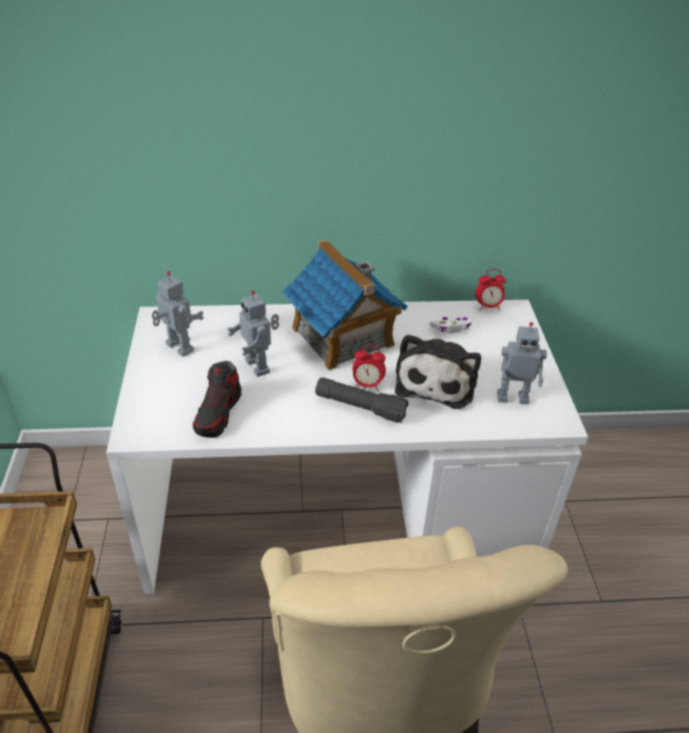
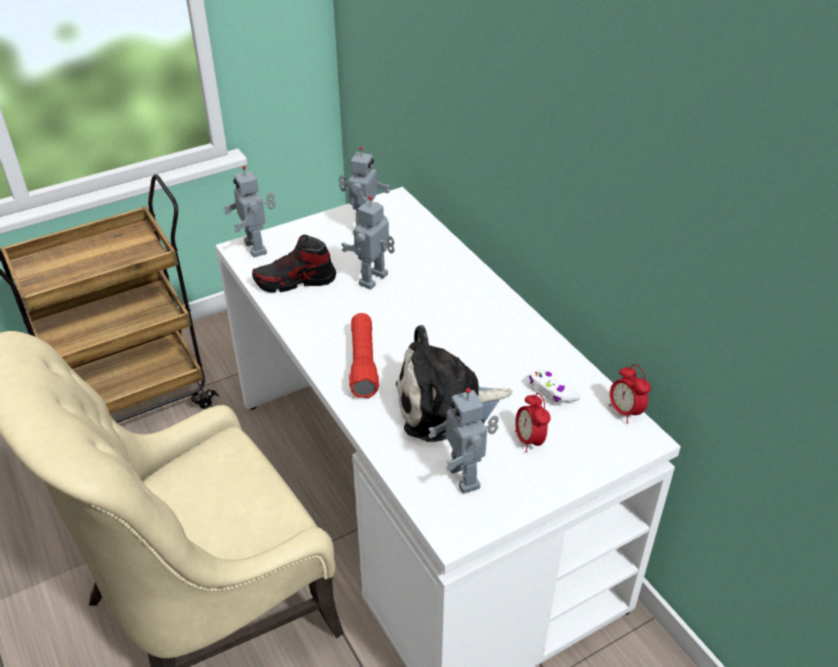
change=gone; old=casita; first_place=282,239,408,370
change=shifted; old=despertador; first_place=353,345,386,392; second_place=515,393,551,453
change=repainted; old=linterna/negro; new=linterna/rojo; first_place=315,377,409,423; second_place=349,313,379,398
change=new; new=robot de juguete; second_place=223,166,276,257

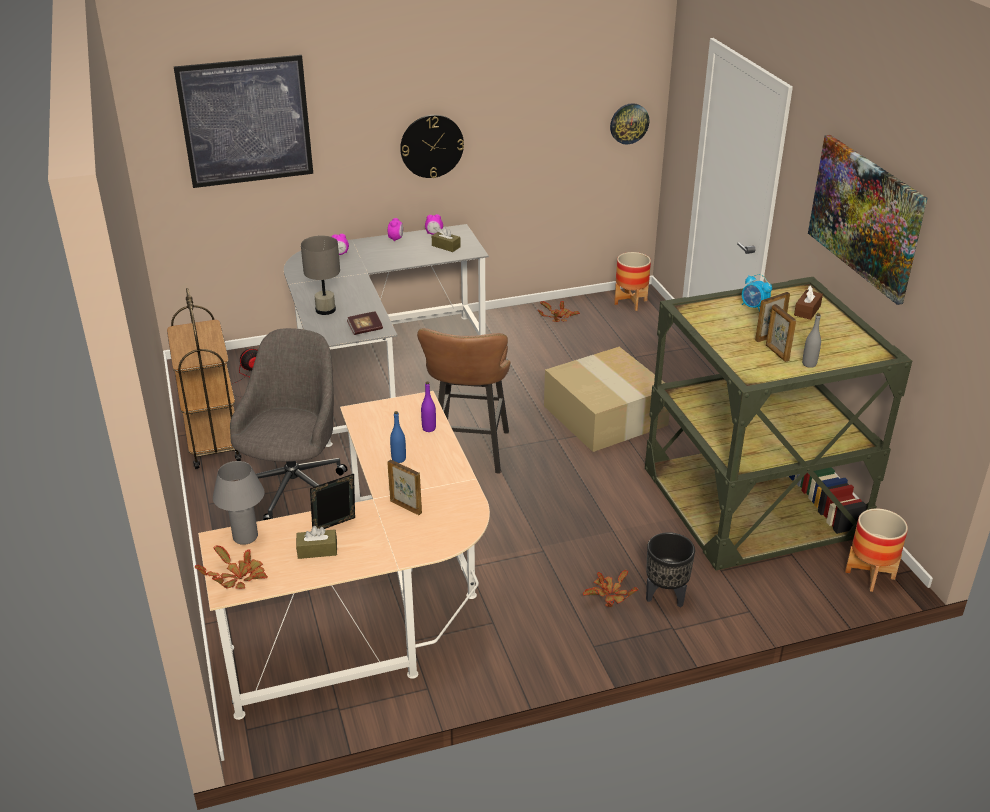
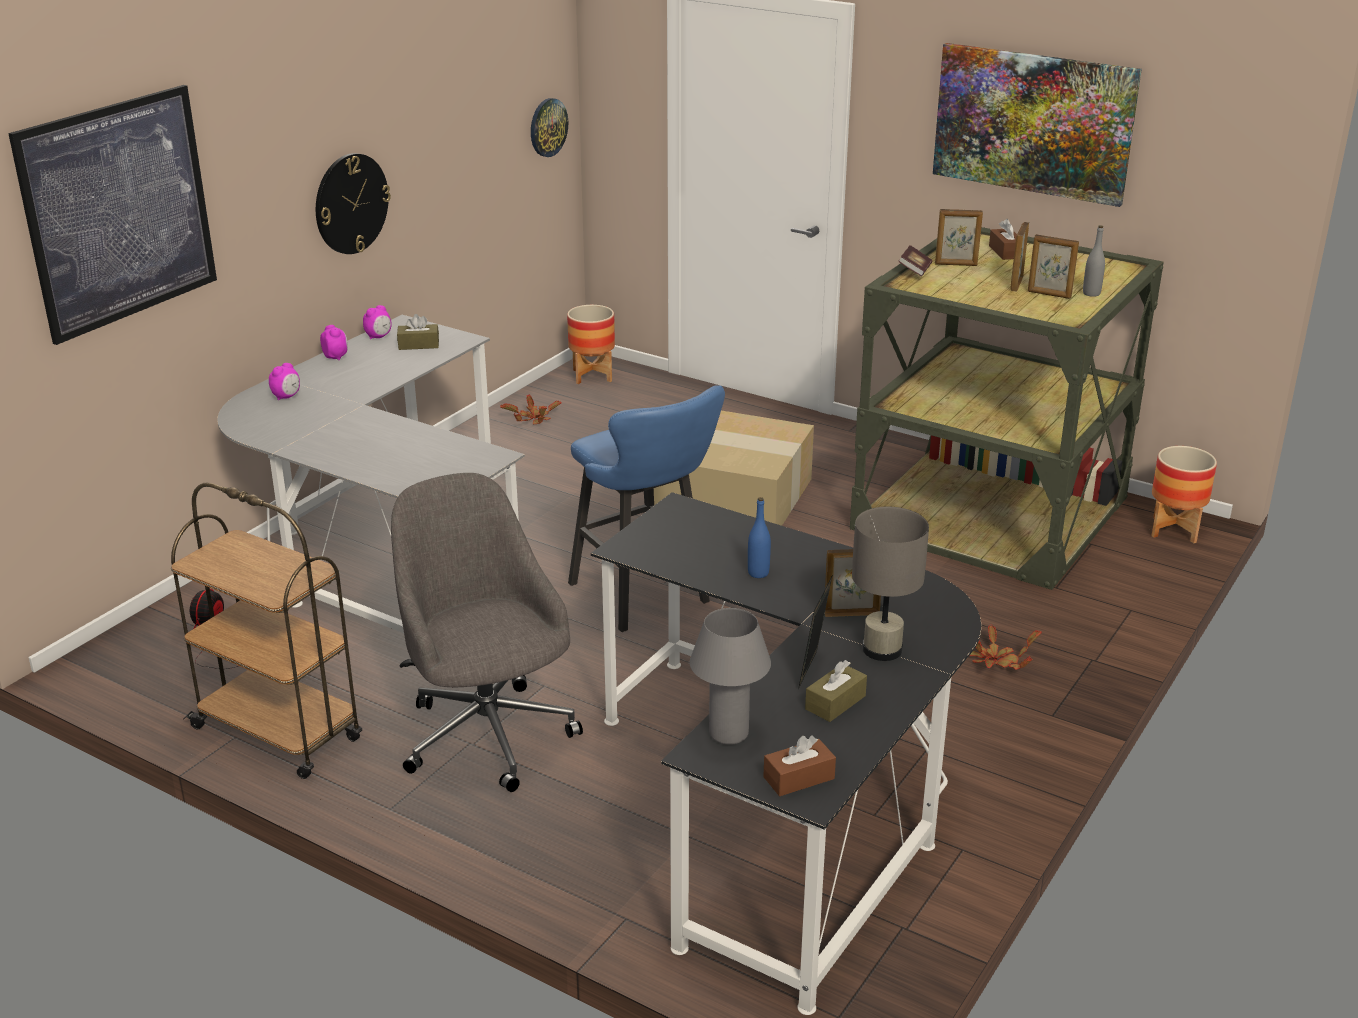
change=shifted; old=lámpara de mesa/gris; first_place=301,235,340,315; second_place=852,507,929,661
change=swapped; old=despertador; new=portarretratos; first_place=742,274,772,311; second_place=935,209,983,266
change=shifted; old=libro; first_place=347,311,383,335; second_place=899,245,932,276
change=repainted; old=taburete/marrón; new=taburete/azul; first_place=417,328,510,474; second_place=568,385,725,632
change=gone; old=botella/morado; first_place=421,382,436,432
change=repainted; old=escritorio/beis; new=escritorio/negro; first_place=198,391,490,720; second_place=591,492,981,1015
change=gone; old=maceta/negro; first_place=646,532,695,608
change=swapped; old=planta en maceta; new=caja de pañuelos/marrón; first_place=195,545,268,589; second_place=763,736,836,796

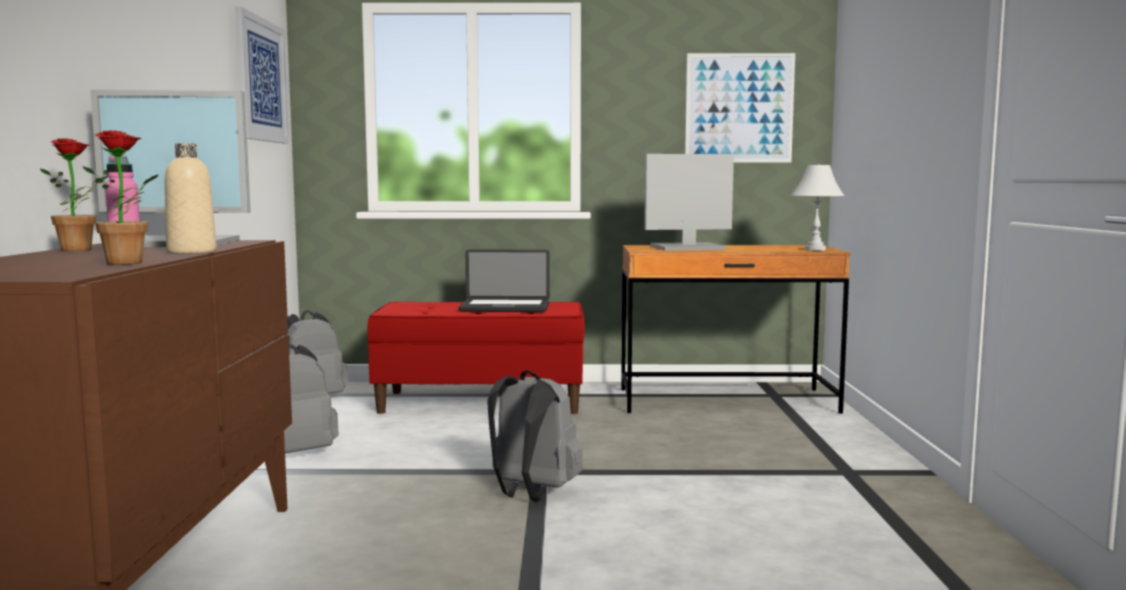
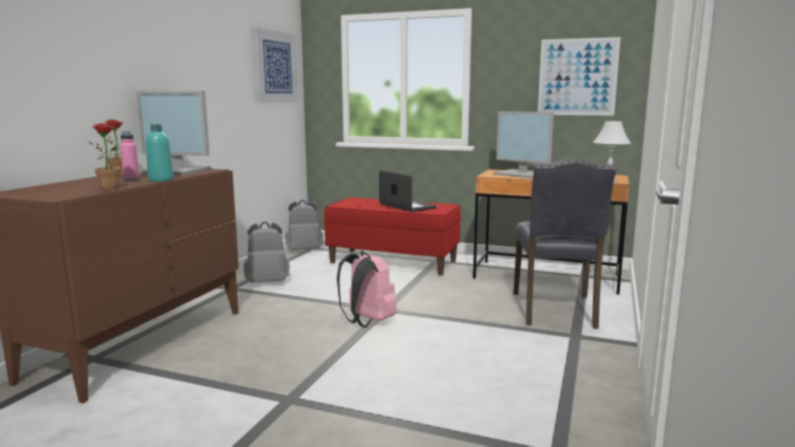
change=repainted; old=botella/beis; new=botella/turquesa; first_place=165,143,217,254; second_place=146,124,174,182
change=rotated; old=monitor; first_place=644,154,734,251; second_place=494,111,554,178; degrees=-150
change=rotated; old=portátil; first_place=459,249,550,312; second_place=379,170,436,212; degrees=-150
change=repainted; old=mochila/gris; new=mochila/rosa; first_place=487,370,583,502; second_place=337,251,397,328
change=new; new=silla/gris; second_place=514,158,616,329

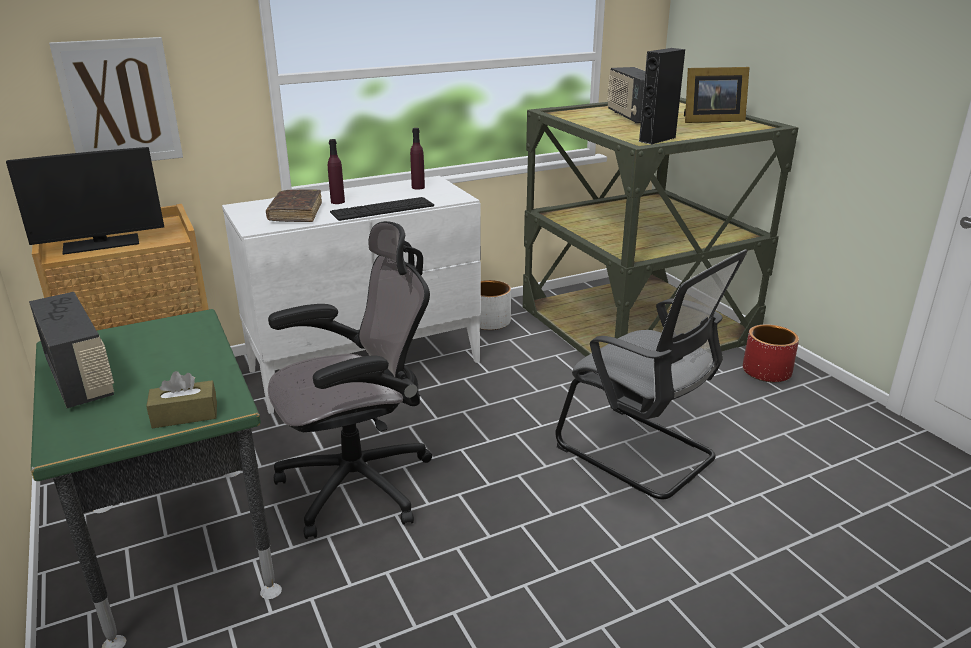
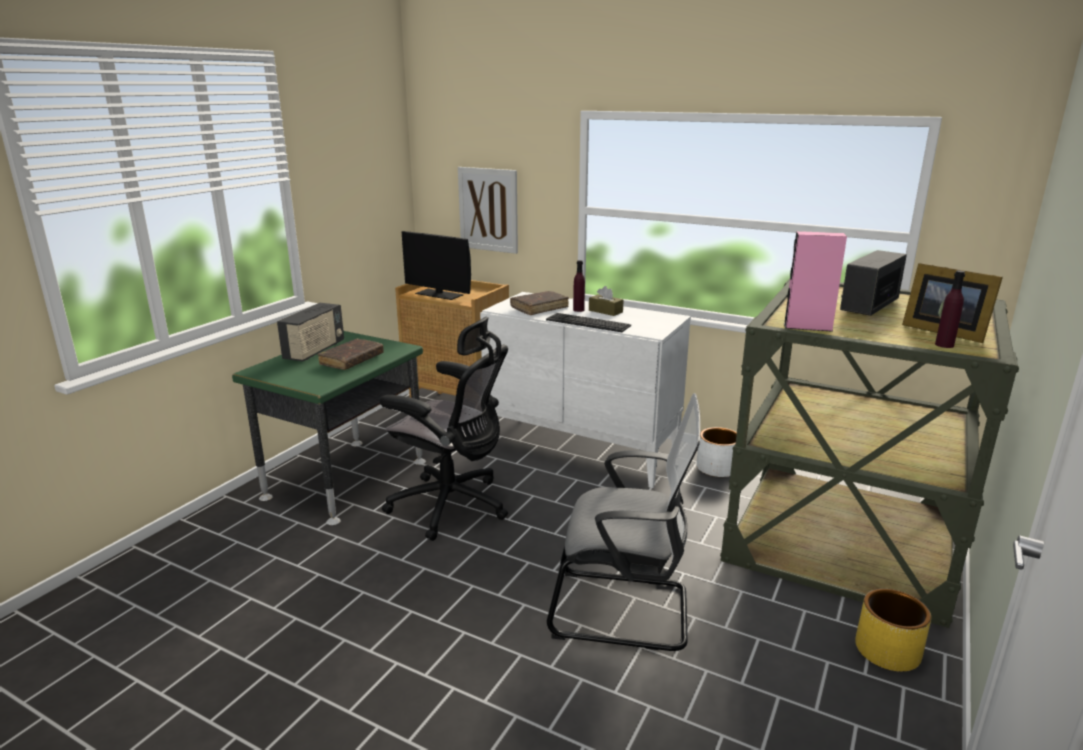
change=repainted; old=altavoz/negro; new=altavoz/rosa; first_place=638,48,685,144; second_place=784,231,847,332
change=shifted; old=botella/morado; first_place=410,128,425,190; second_place=935,270,965,348
change=rotated; old=silla; first_place=556,249,748,499; second_place=547,393,701,651; degrees=-90
change=repainted; old=maceta/rojo; new=maceta/amarillo; first_place=743,324,799,383; second_place=855,589,931,672
change=shifted; old=caja de pañuelos/marrón; first_place=146,371,217,428; second_place=589,286,624,316
change=new; new=libro/marrón; second_place=318,339,384,370

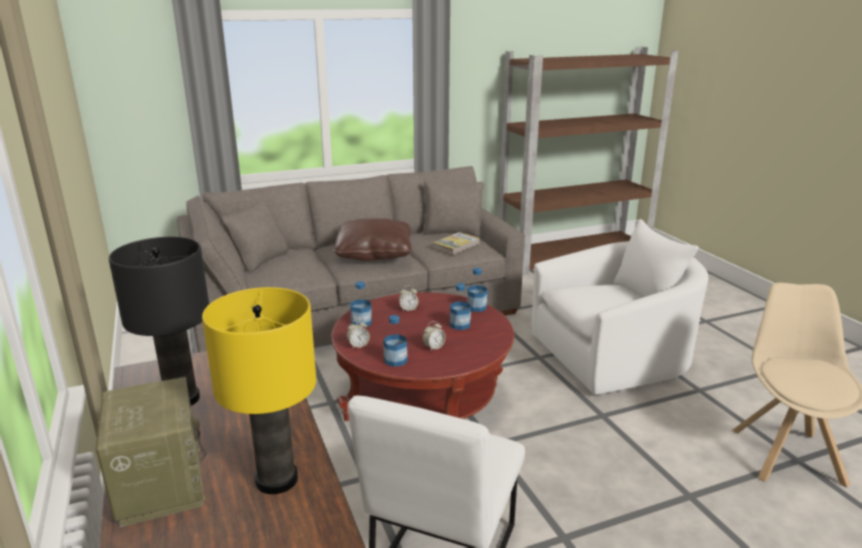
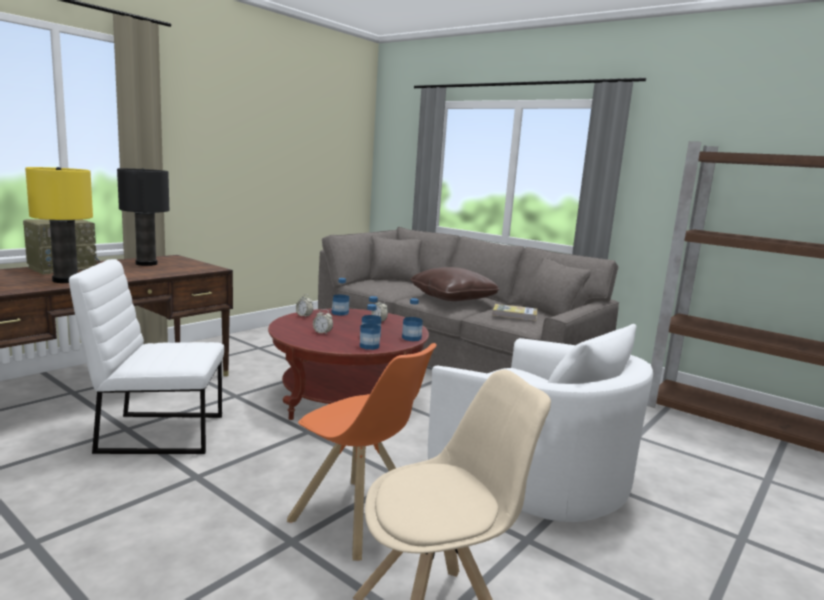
change=shifted; old=botella; first_place=383,315,408,367; second_place=360,304,381,350
change=new; new=silla/naranja; second_place=287,343,436,561

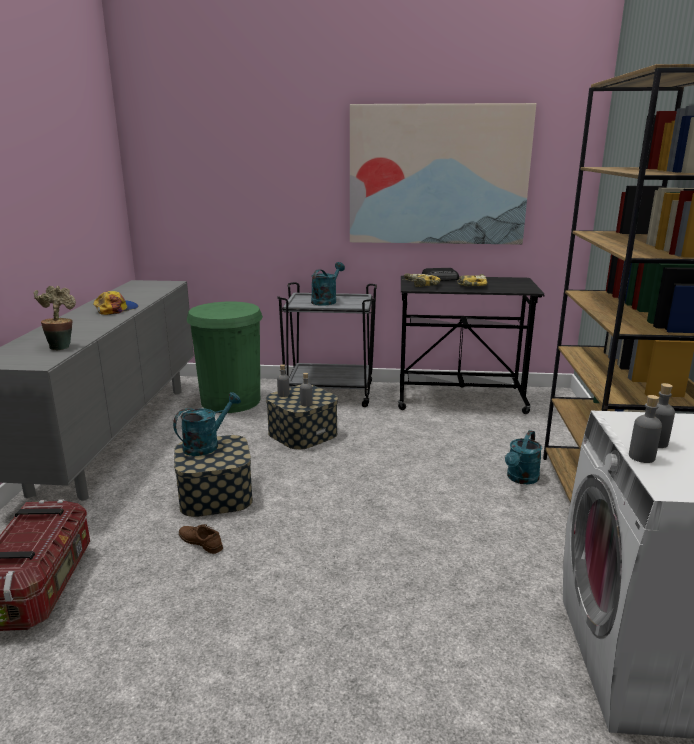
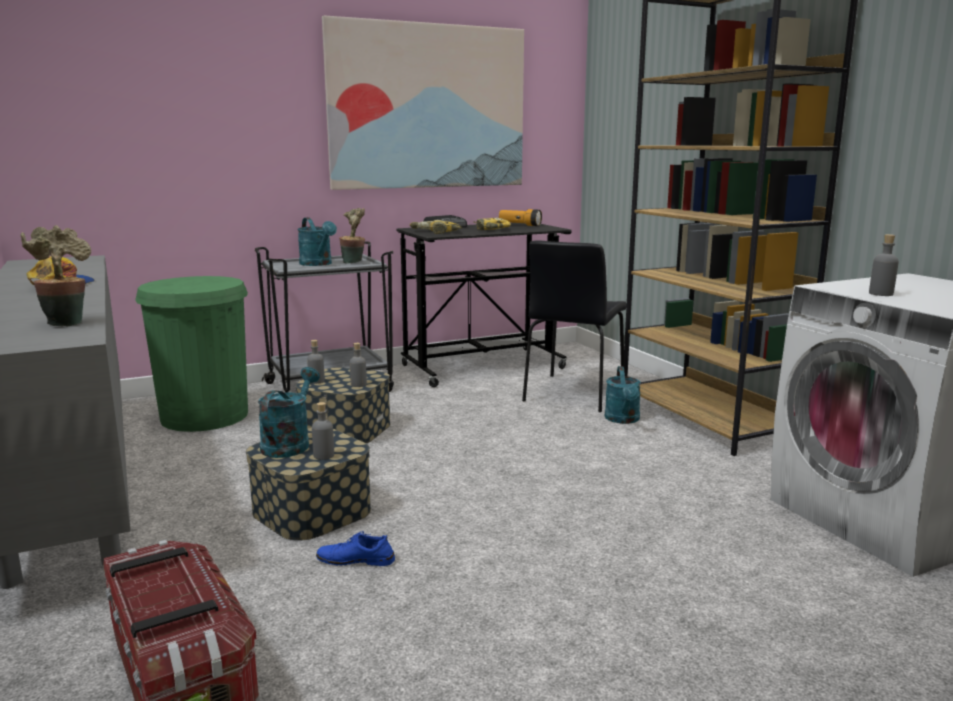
change=rotated; old=regadera/turquesa; first_place=311,262,345,306; second_place=297,217,337,266; degrees=150
change=shifted; old=botella/gris; first_place=629,395,662,463; second_place=312,402,334,460
change=repainted; old=zapato/marrón; new=zapato/azul; first_place=179,524,223,554; second_place=316,531,395,566
change=new; new=planta en maceta; second_place=339,208,365,264
change=new; new=linterna; second_place=499,209,542,226
change=new; new=silla/negro; second_place=522,241,627,412

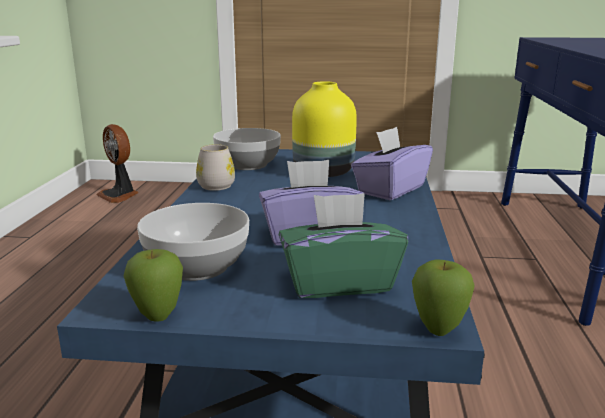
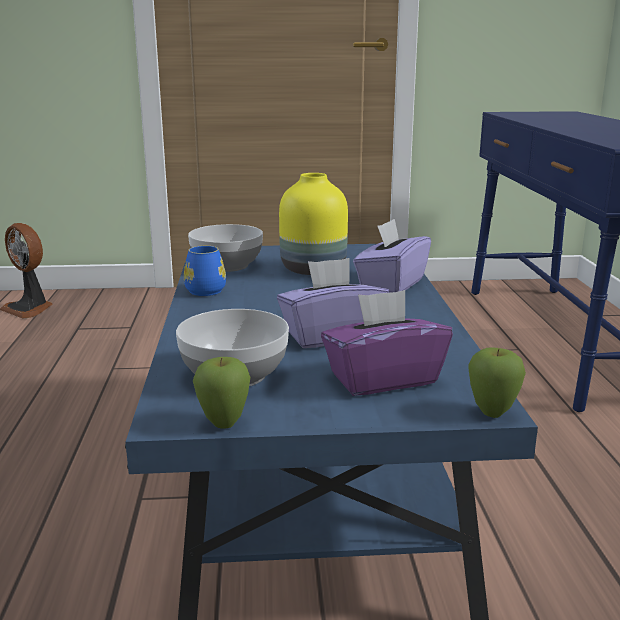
change=repainted; old=taza grande/blanco; new=taza grande/azul; first_place=196,144,235,191; second_place=184,246,226,296
change=repainted; old=caja de pañuelos/verde; new=caja de pañuelos/morado; first_place=279,193,408,298; second_place=321,290,453,396

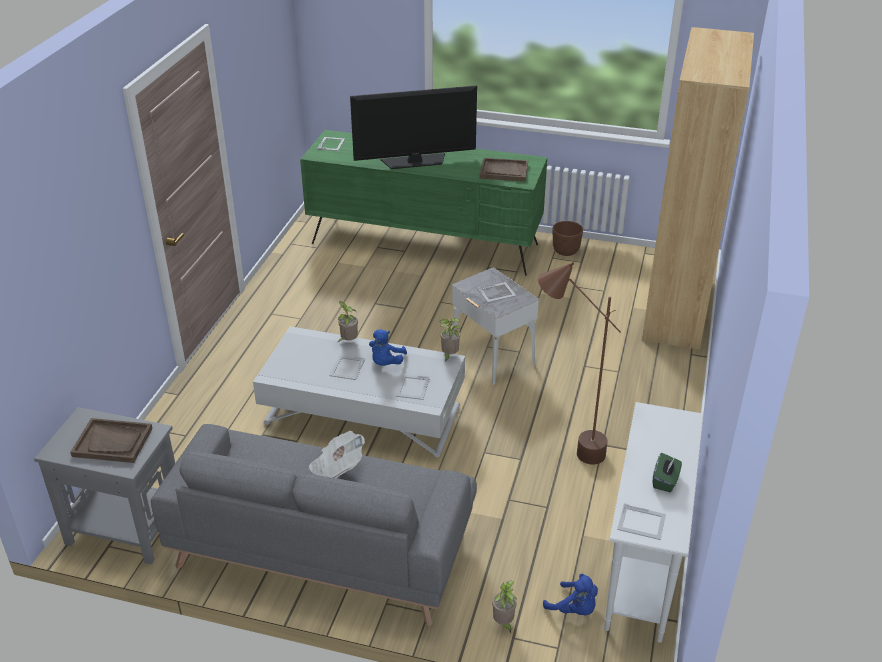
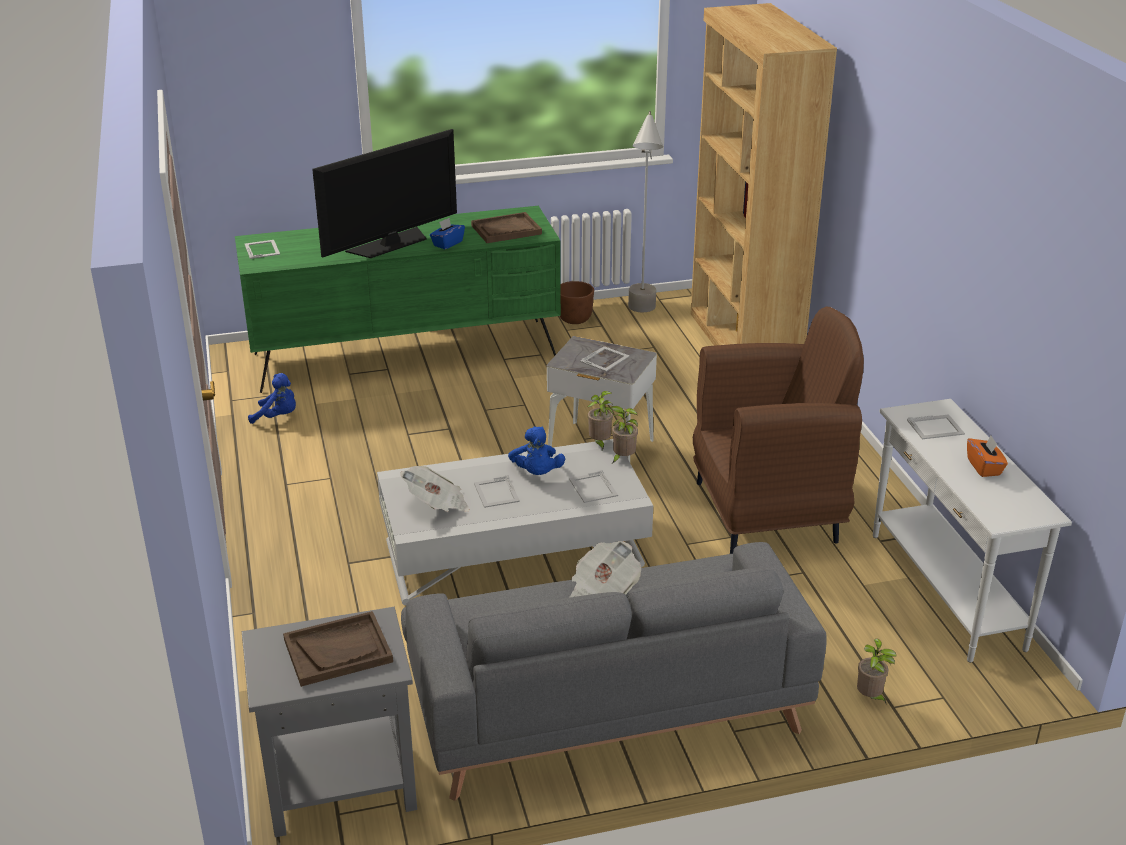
change=swapped; old=lámpara de pie/marrón; new=sillón/marrón; first_place=538,263,621,465; second_place=693,307,864,554
change=shifted; old=planta en maceta; first_place=335,301,358,342; second_place=611,406,638,463
change=repainted; old=caja de pañuelos/verde; new=caja de pañuelos/naranja; first_place=653,453,682,492; second_place=967,436,1008,477
change=shifted; old=portarretratos; first_place=617,503,666,540; second_place=907,414,965,439
change=shifted; old=peluche/azul; first_place=543,574,598,615; second_place=248,373,296,424
change=new; new=lámpara de pie/gris; second_place=628,111,663,312
change=new; new=caja de pañuelos/azul; second_place=430,218,465,249
change=new; new=periódico; second_place=400,466,470,512

